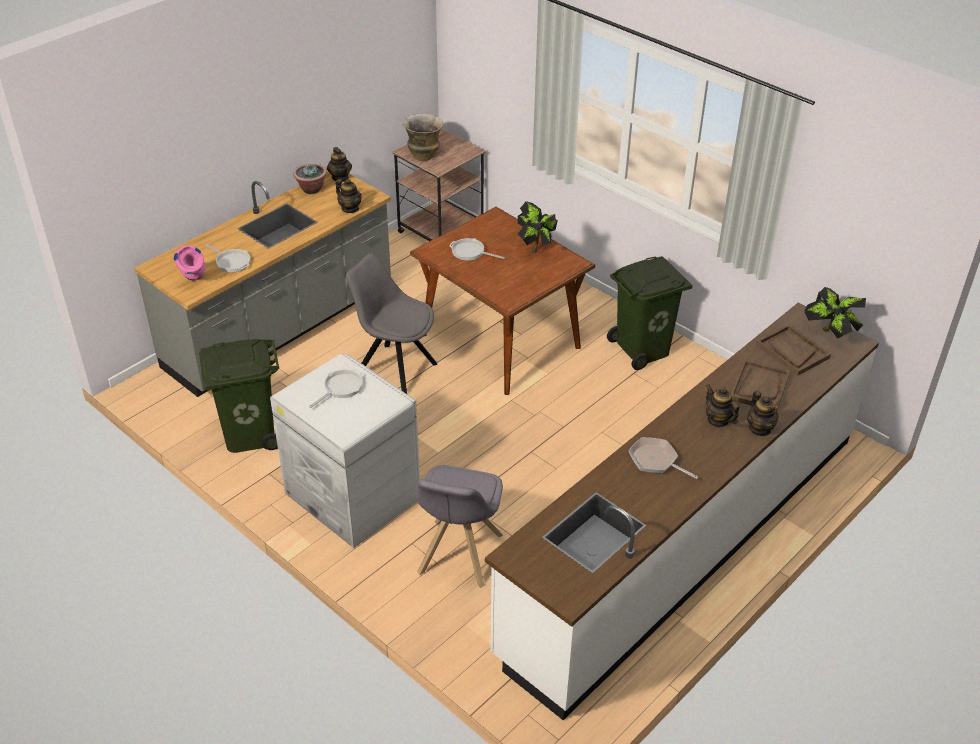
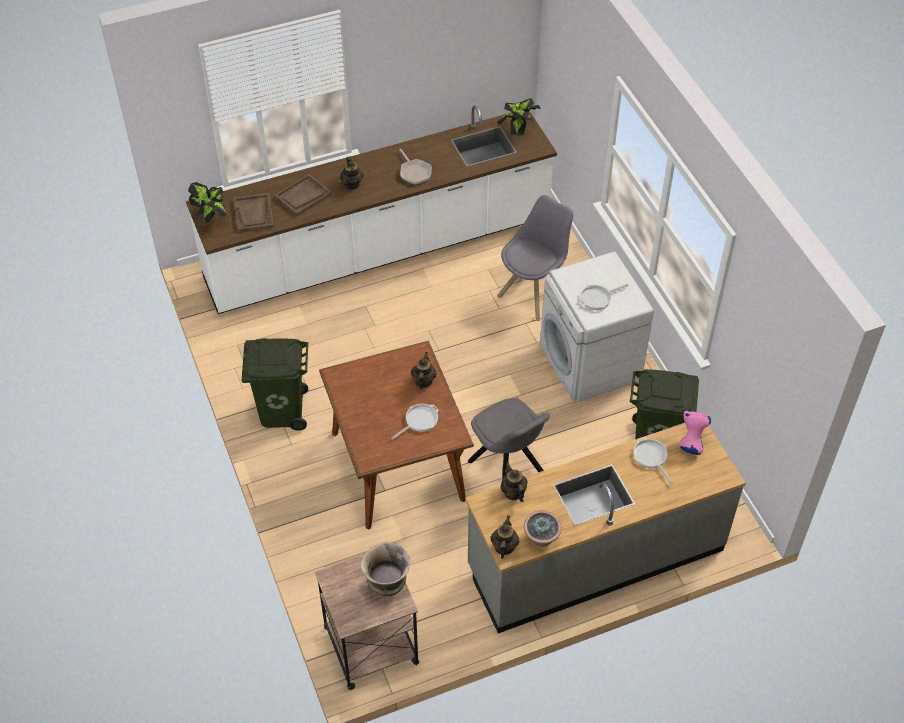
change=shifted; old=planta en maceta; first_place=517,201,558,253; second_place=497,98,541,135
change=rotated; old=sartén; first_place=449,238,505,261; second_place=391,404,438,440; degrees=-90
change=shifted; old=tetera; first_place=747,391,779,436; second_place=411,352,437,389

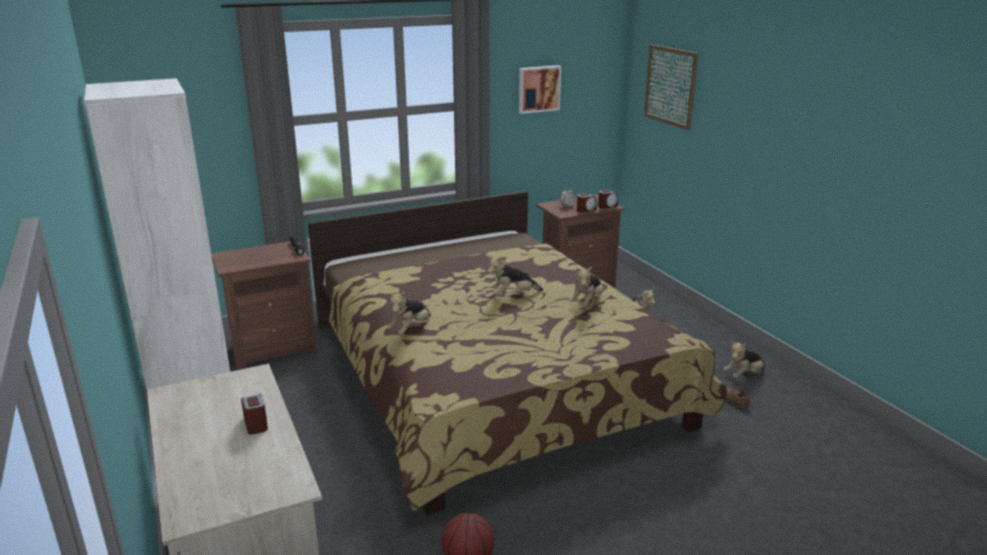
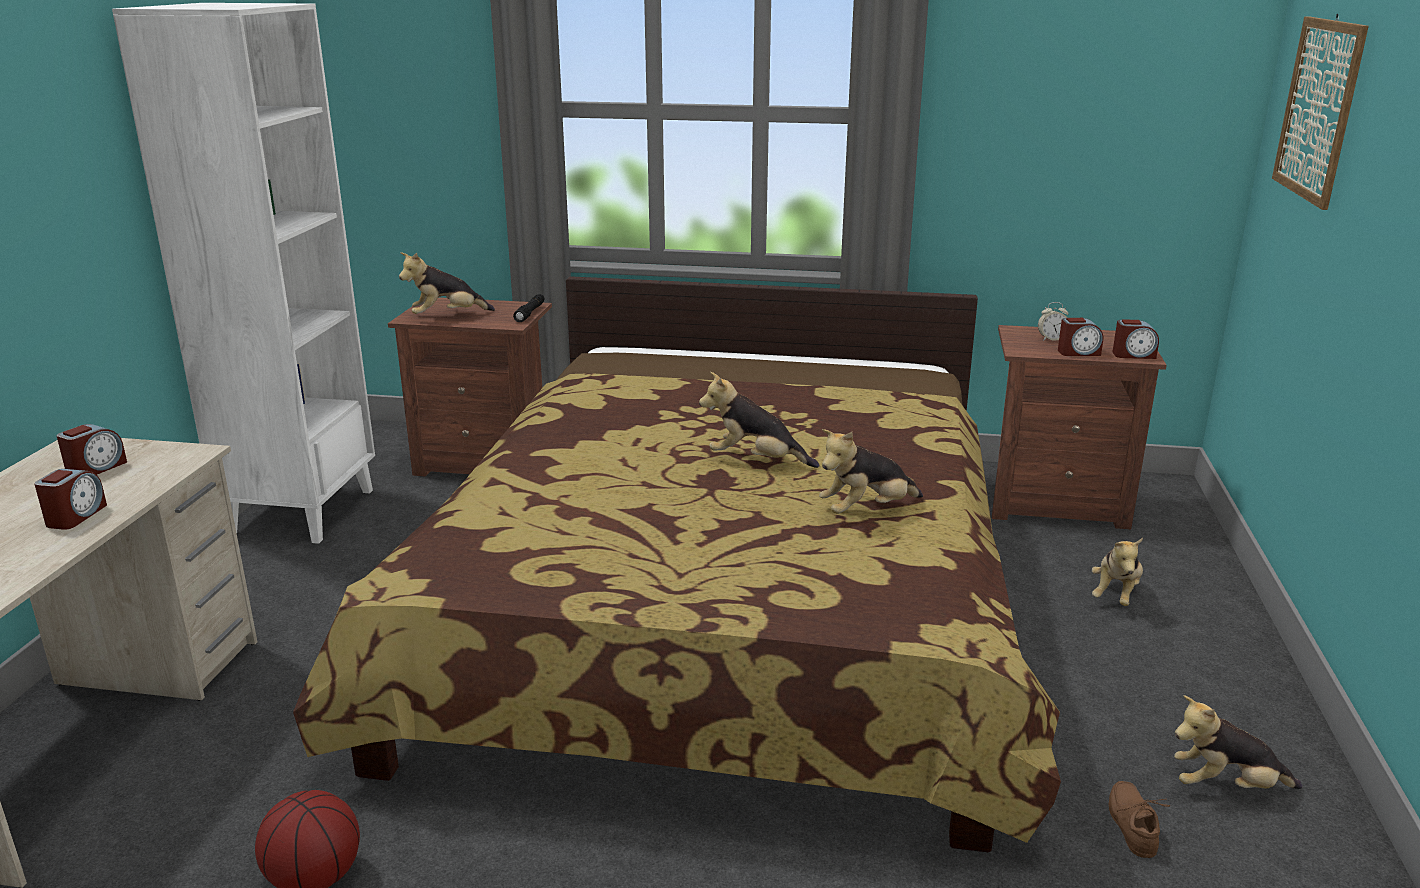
change=gone; old=cuadro; first_place=519,65,561,114
change=shifted; old=peluche; first_place=387,291,431,335; second_place=399,252,495,314
change=new; new=despertador; second_place=57,424,127,475

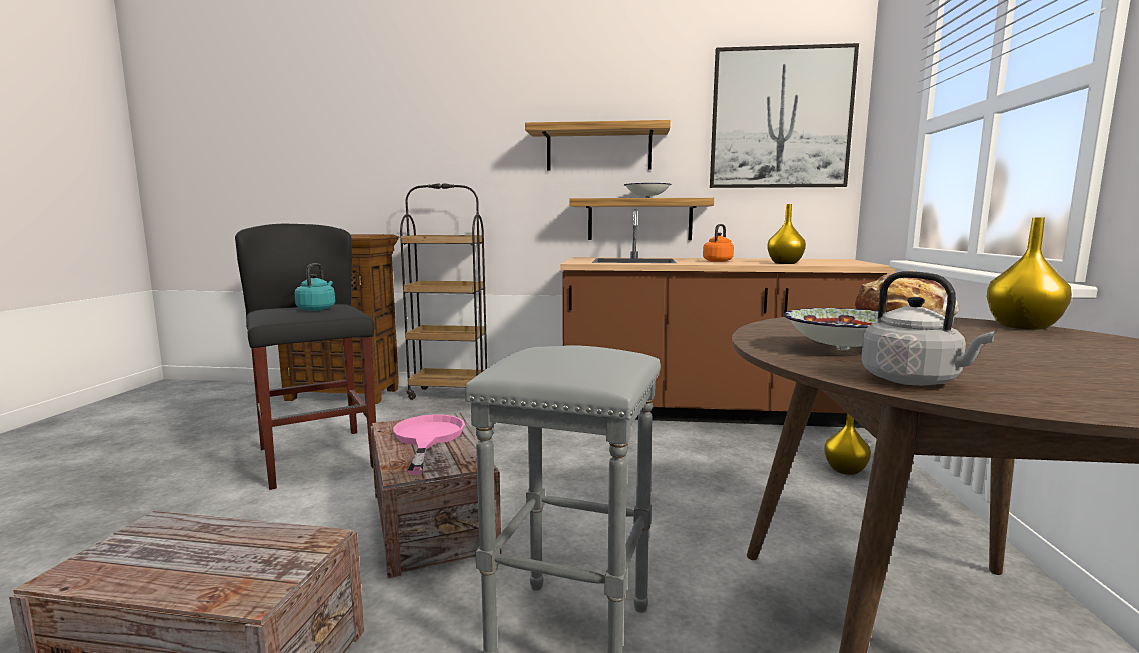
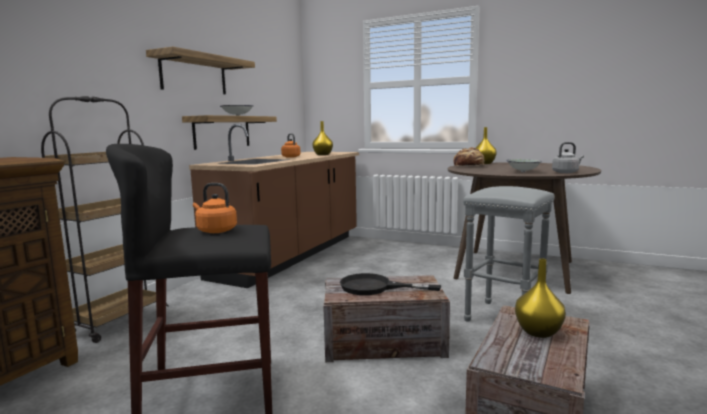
change=gone; old=cuadro; first_place=710,43,859,188
change=repainted; old=hervidor/turquesa; new=hervidor/naranja; first_place=294,263,335,311; second_place=193,183,237,233
change=shifted; old=florero/amarillo; first_place=824,413,871,475; second_place=515,259,566,338
change=repainted; old=sartén/rosa; new=sartén/negro; first_place=393,414,465,475; second_place=340,273,441,295

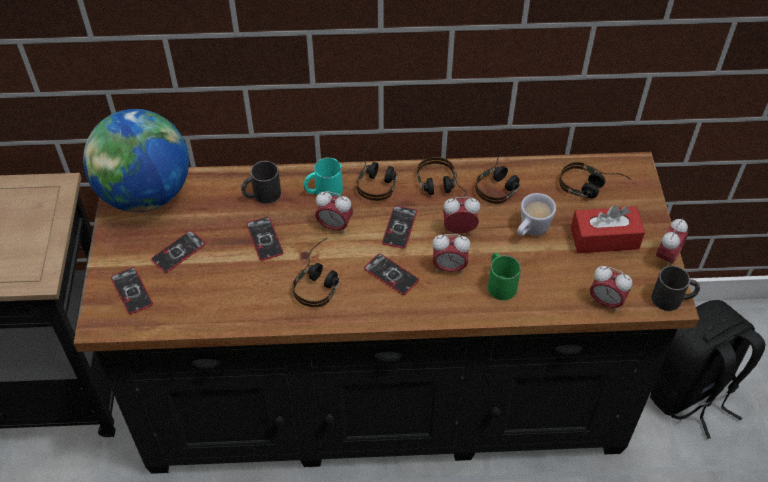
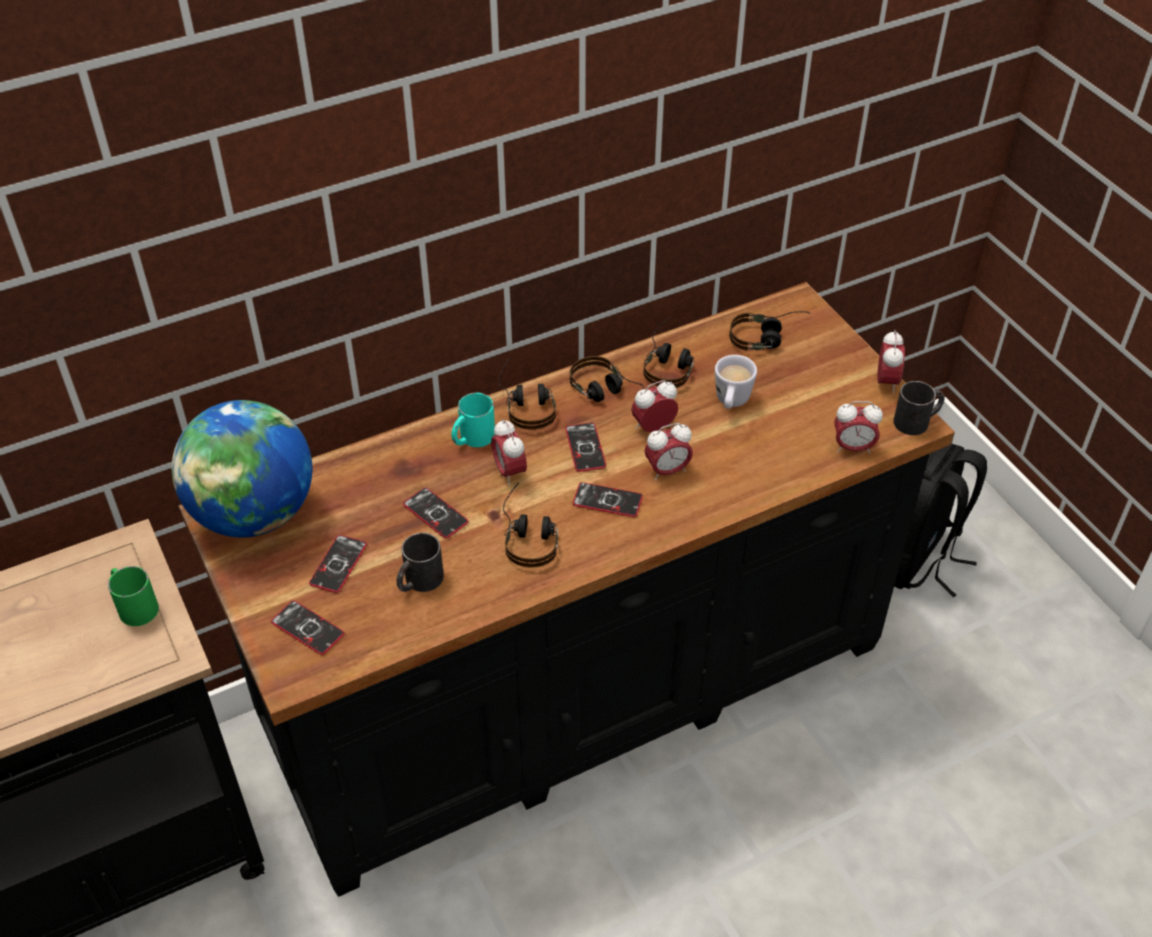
change=shifted; old=taza grande/negro; first_place=241,161,281,203; second_place=396,533,444,592
change=rotated; old=despertador; first_place=315,191,353,234; second_place=491,419,527,485; degrees=75
change=gone; old=caja de pañuelos/rojo; first_place=571,205,645,253
change=shifted; old=taza grande/verde; first_place=488,253,521,300; second_place=108,566,159,626

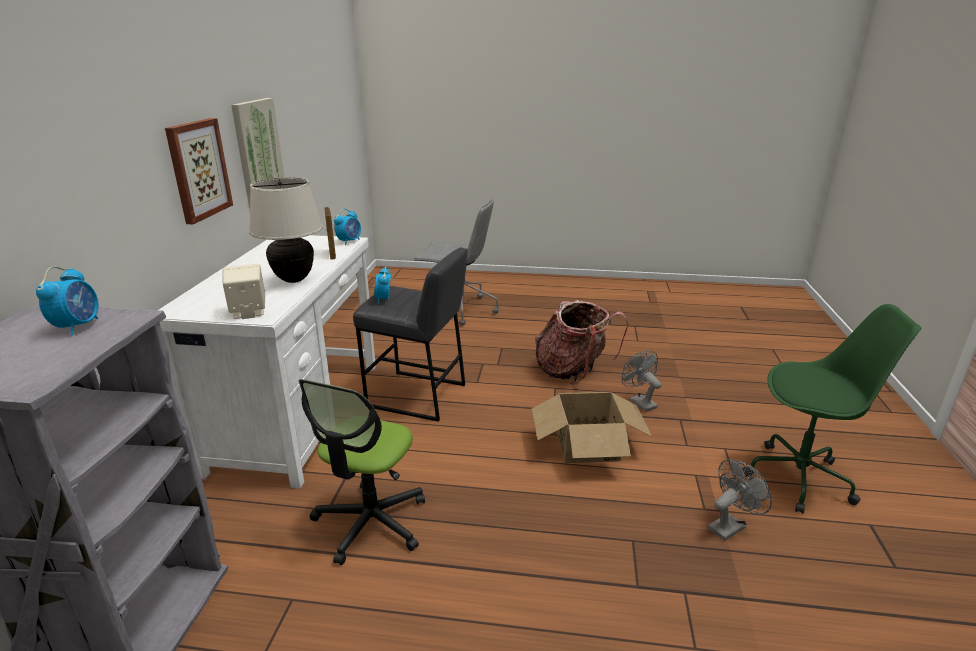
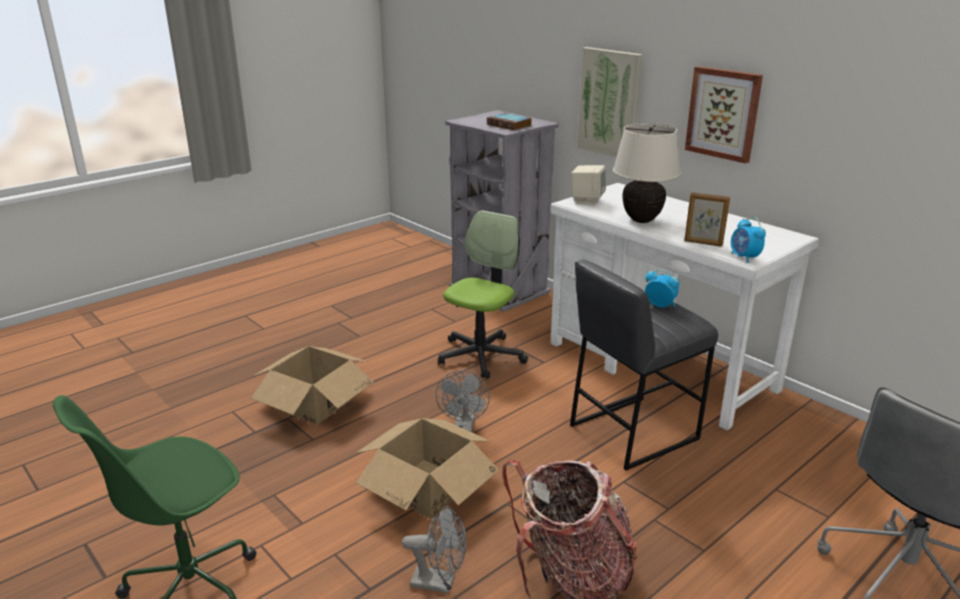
change=shifted; old=cuadro; first_place=231,98,284,210; second_place=577,47,643,157
change=swapped; old=despertador; new=libro; first_place=36,266,98,335; second_place=487,113,532,130
change=rotated; old=silla de oficina; first_place=299,379,425,565; second_place=438,210,528,379; degrees=60
change=shifted; old=ventilador/gris; first_place=708,459,772,541; second_place=436,371,490,432
change=new; new=caja de cartón; second_place=251,346,374,425

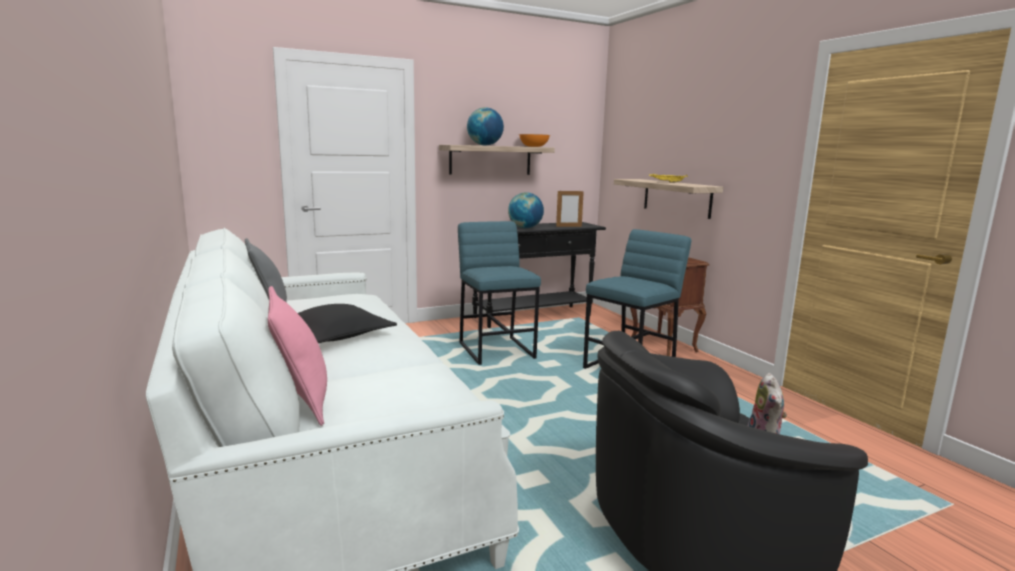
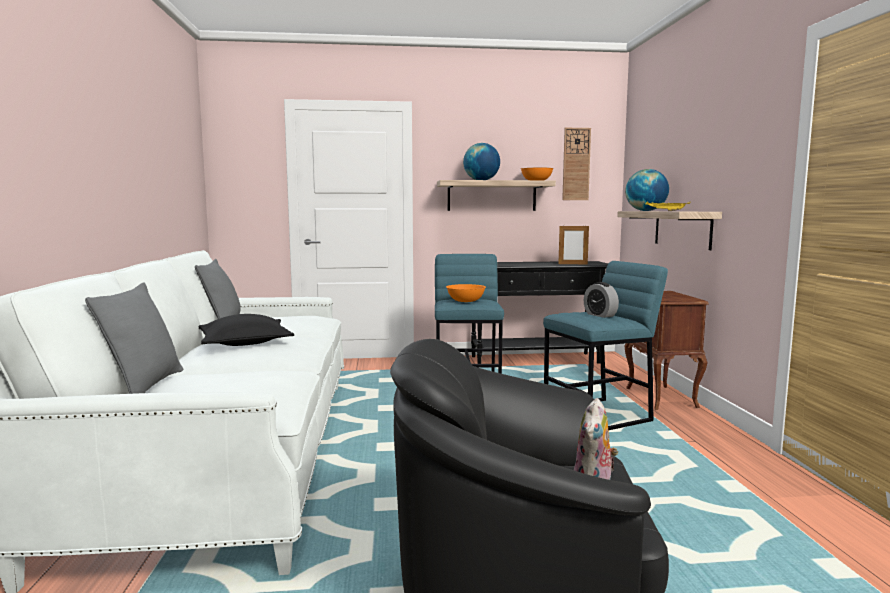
change=shifted; old=globo terráqueo; first_place=508,192,544,228; second_place=625,169,669,211
change=repainted; old=cojín/rosa; new=cojín/gris; first_place=268,286,327,426; second_place=85,282,183,394
change=new; new=reloj de pared; second_place=562,128,591,200
change=new; new=despertador; second_place=584,282,619,318
change=new; new=cuenco/naranja; second_place=446,284,486,302

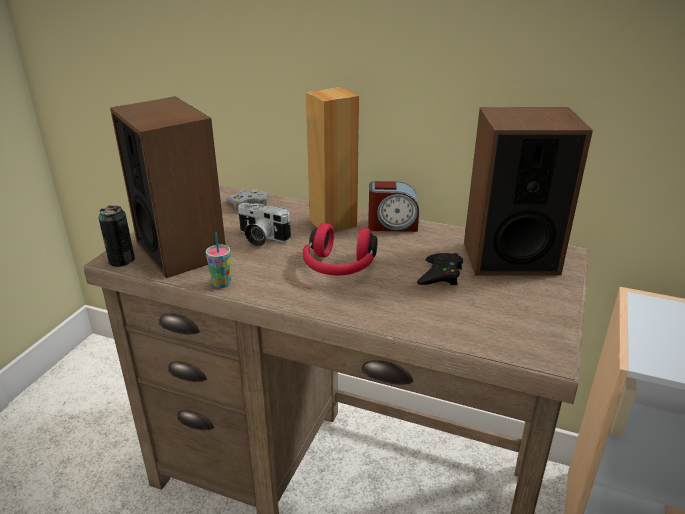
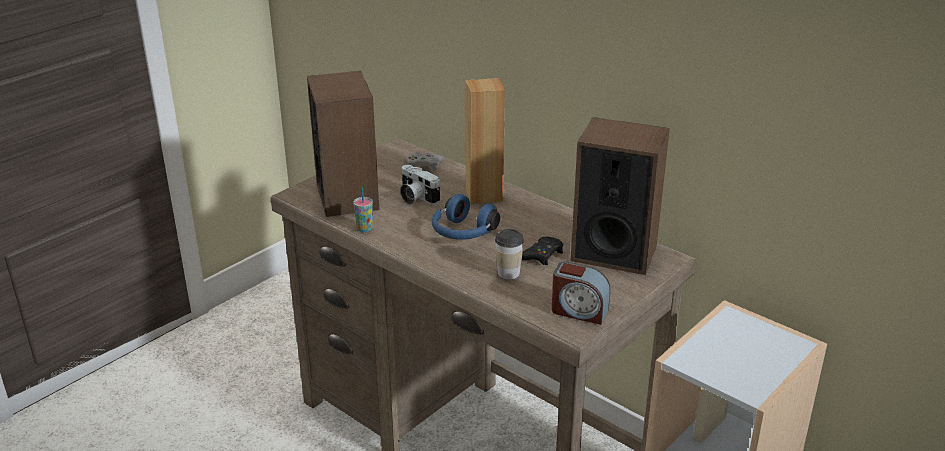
change=shifted; old=despertador; first_place=368,181,419,232; second_place=552,261,610,325
change=gone; old=lata; first_place=99,206,135,267
change=repainted; old=auriculares/rojo; new=auriculares/azul; first_place=303,223,378,276; second_place=432,194,500,240
change=new; new=taza; second_place=495,229,524,279

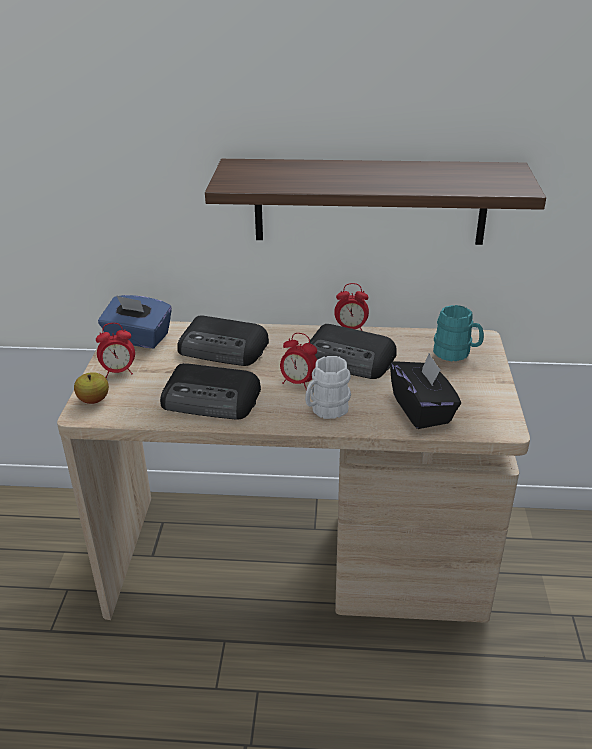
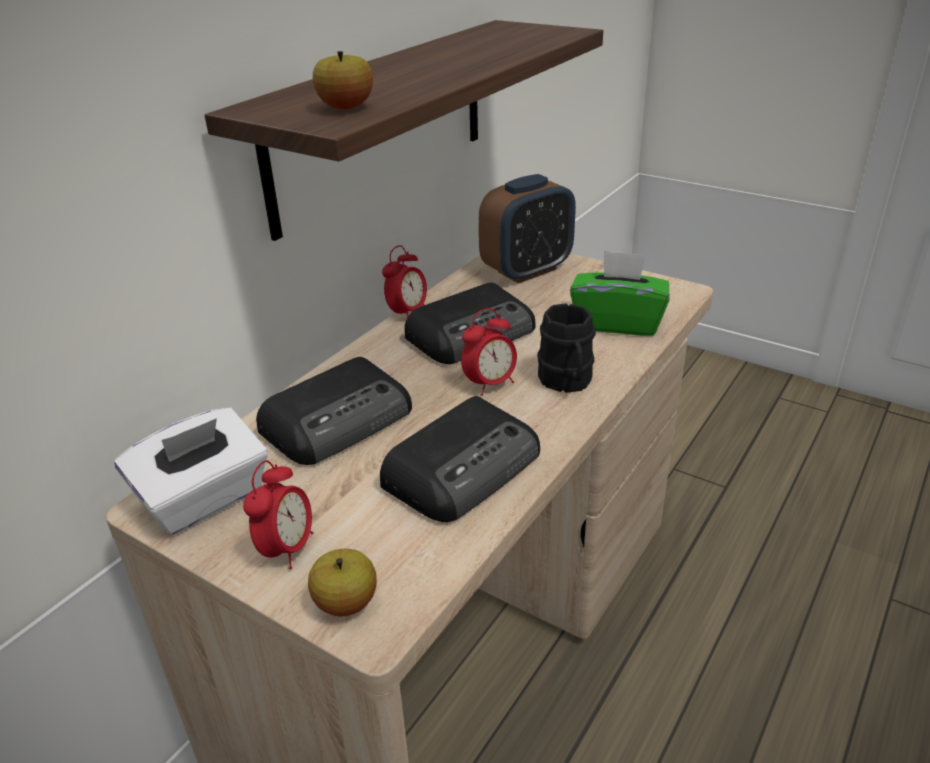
change=repainted; old=caja de pañuelos/azul; new=caja de pañuelos/blanco; first_place=98,295,172,348; second_place=114,408,268,535
change=swapped; old=taza grande/turquesa; new=despertador; first_place=433,305,484,361; second_place=479,174,576,283
change=repainted; old=caja de pañuelos/negro; new=caja de pañuelos/verde; first_place=390,353,461,429; second_place=570,251,670,336
change=repainted; old=taza grande/blanco; new=taza grande/negro; first_place=305,356,351,419; second_place=537,303,596,393
change=new; new=manzana; second_place=313,51,373,109

